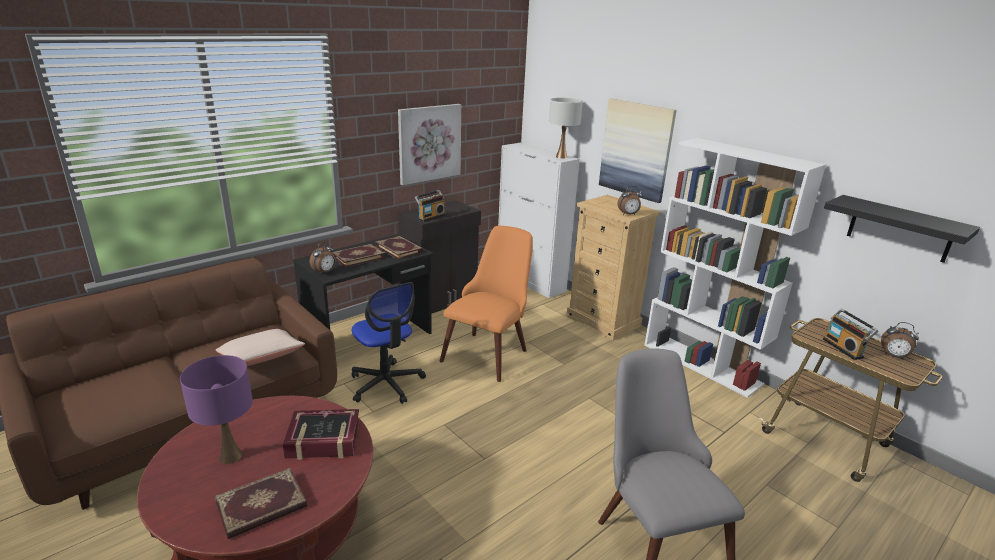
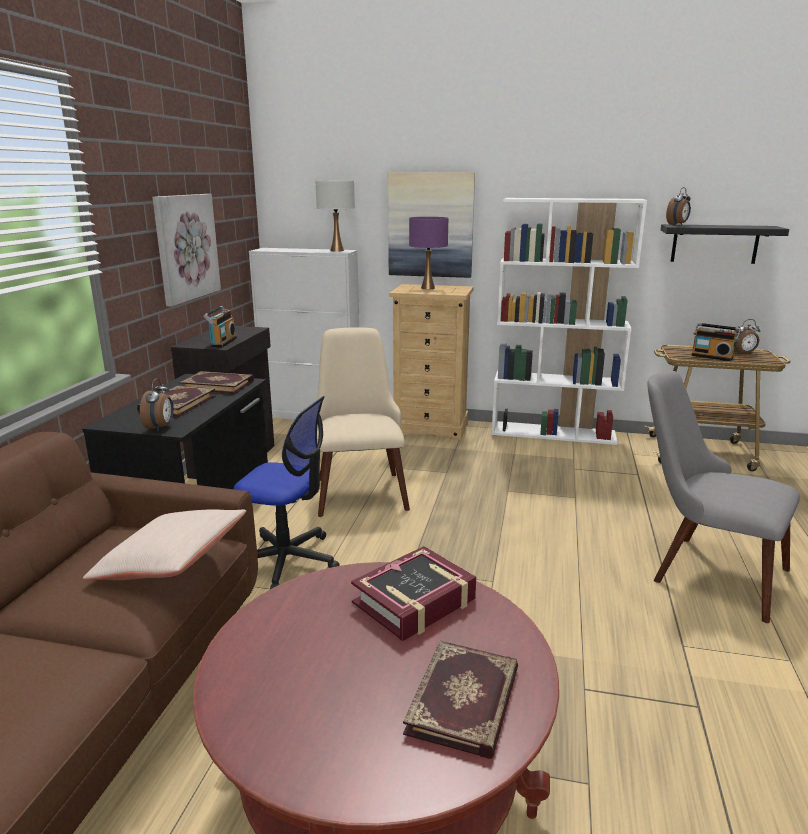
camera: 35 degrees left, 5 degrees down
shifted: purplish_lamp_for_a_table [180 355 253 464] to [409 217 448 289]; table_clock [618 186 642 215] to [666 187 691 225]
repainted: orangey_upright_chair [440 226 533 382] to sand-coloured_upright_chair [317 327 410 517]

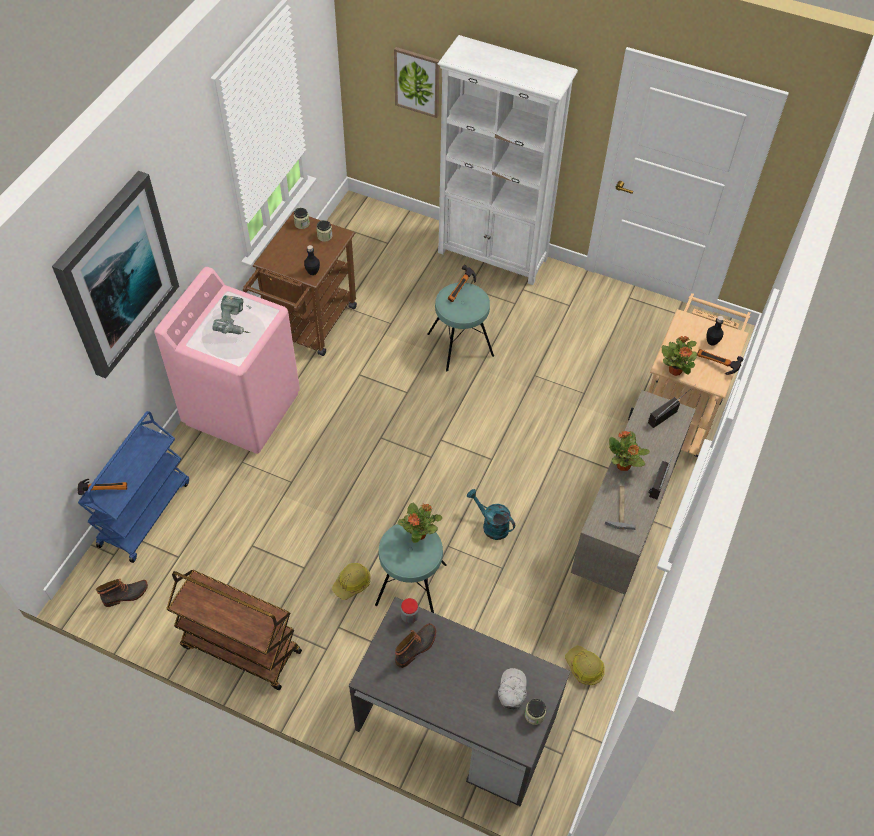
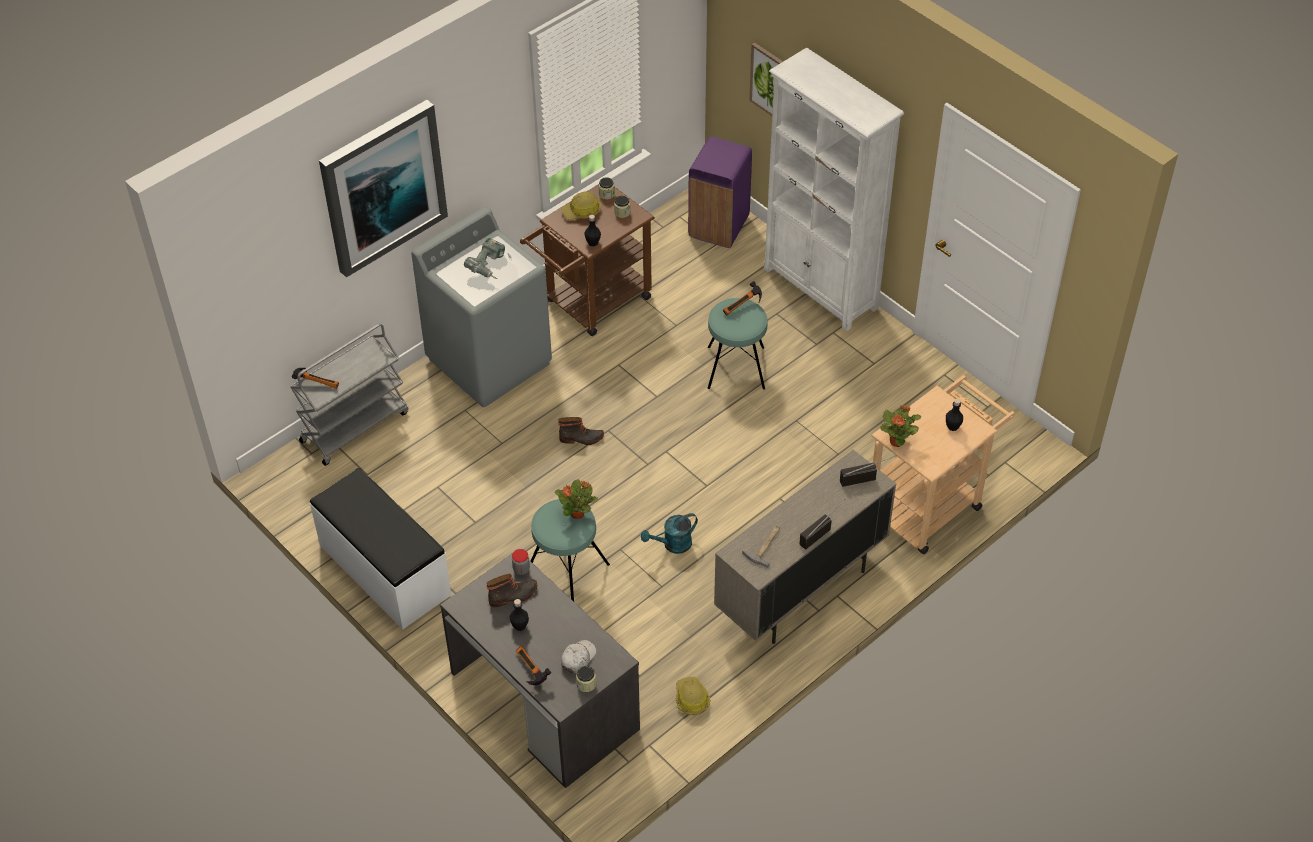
camera: 25 degrees right, 5 degrees down
gone: plant_in_a_pot [609 431 650 471]
new: black_bottle [510 599 529 631]; purplish_waste_bin [688 137 752 248]
shifted: tall_boot [96 579 148 607] to [558 417 604 445]; work_helmet [332 563 370 600] to [562 191 601 220]; hammer [697 349 744 375] to [516 646 551 685]
swapped: brown_wheeled_cart [166 570 302 690] to white_bench [310 468 451 629]
repainted: bluish_wheeled_cart [78 411 189 563] to gray_wheeled_cart [290 323 408 466]; pink_washing_machine [154 267 300 454] to gray_washing_machine [411 207 552 407]
rotated: turquoise-coloured_watering_can [467 489 515 540] = [641 513 698 554] 90 degrees counterclockwise

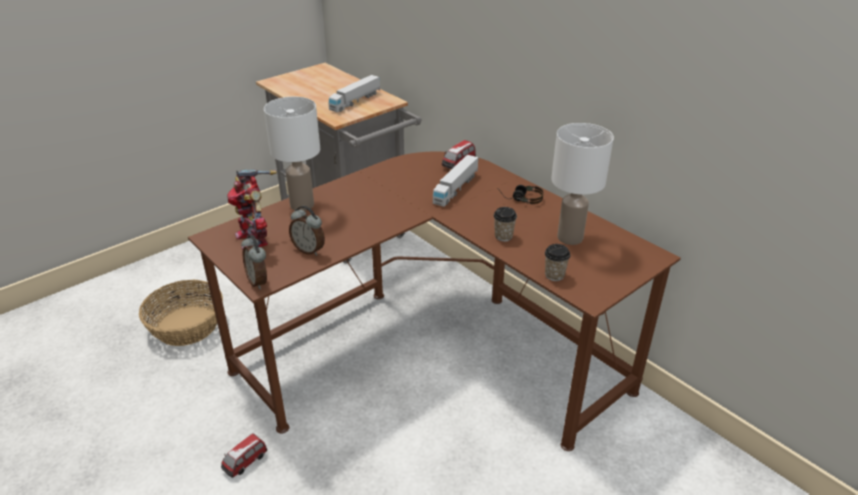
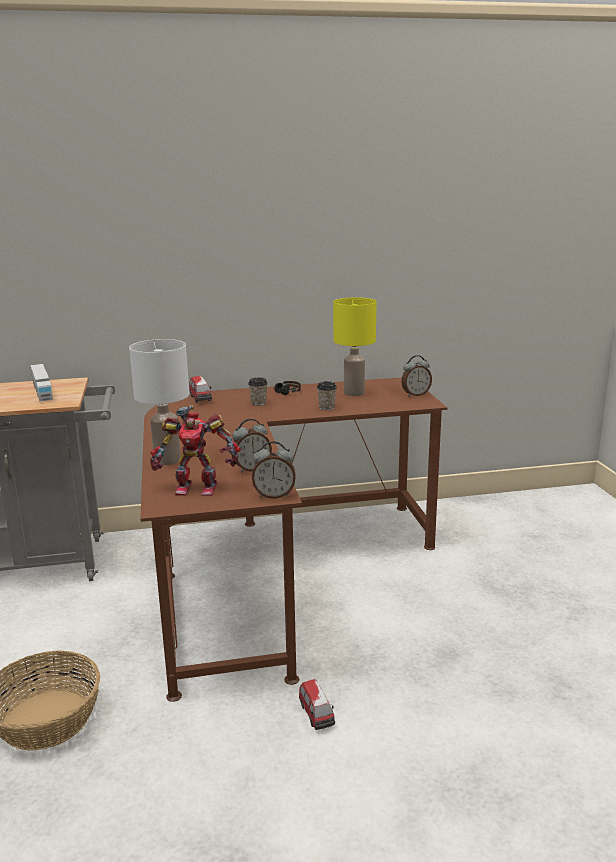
camera: 60 degrees left, 15 degrees down
gone: toy_lorry [433 155 478 207]
new: table_clock [401 355 432 397]
shifted: small_cup [545 244 570 281] to [248 377 268 406]
repainted: white_lamp_for_a_table [551 123 614 245] to yellow_lamp_for_a_table [333 297 376 396]

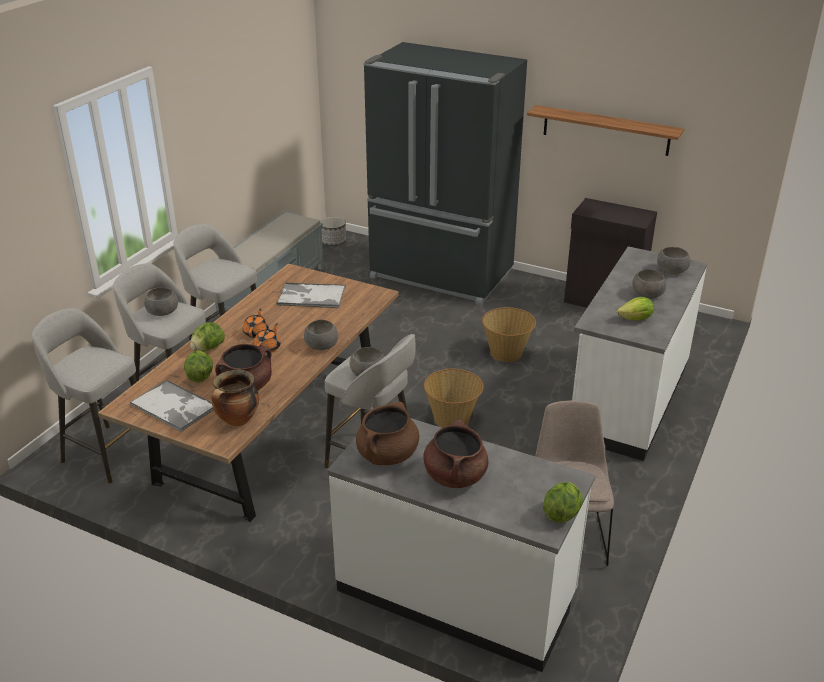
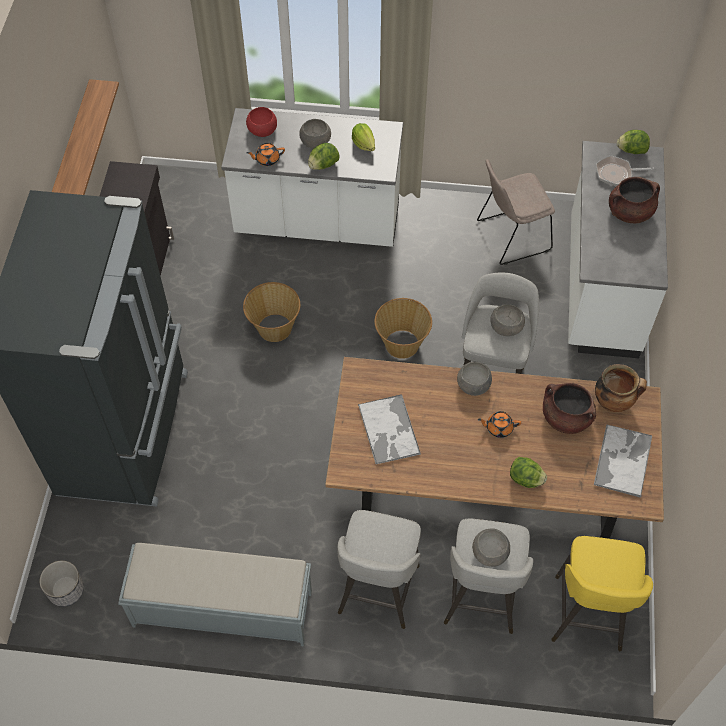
camera: 110 degrees left, 25 degrees up
gone: brown_stockpot [356 402 419 465]
new: pan [596 155 654 186]
shifted: head_of_lettuce [184 351 213 383] to [308 143 340 170]; orangey_tea_pot [243 309 269 338] to [247 143 285 166]
repainted: gray_sitting_stool [32 308 137 484] to yellow_sitting_stool [551 536 653 651]; gray_bowl [657 247 691 275] to red_bowl [246 107 277 137]

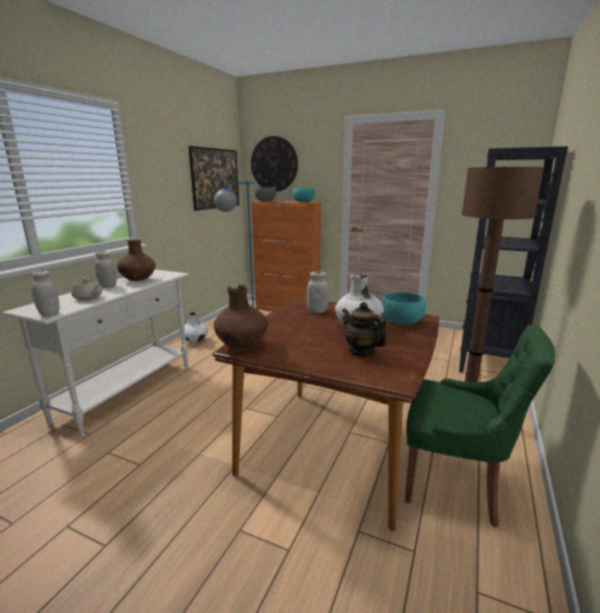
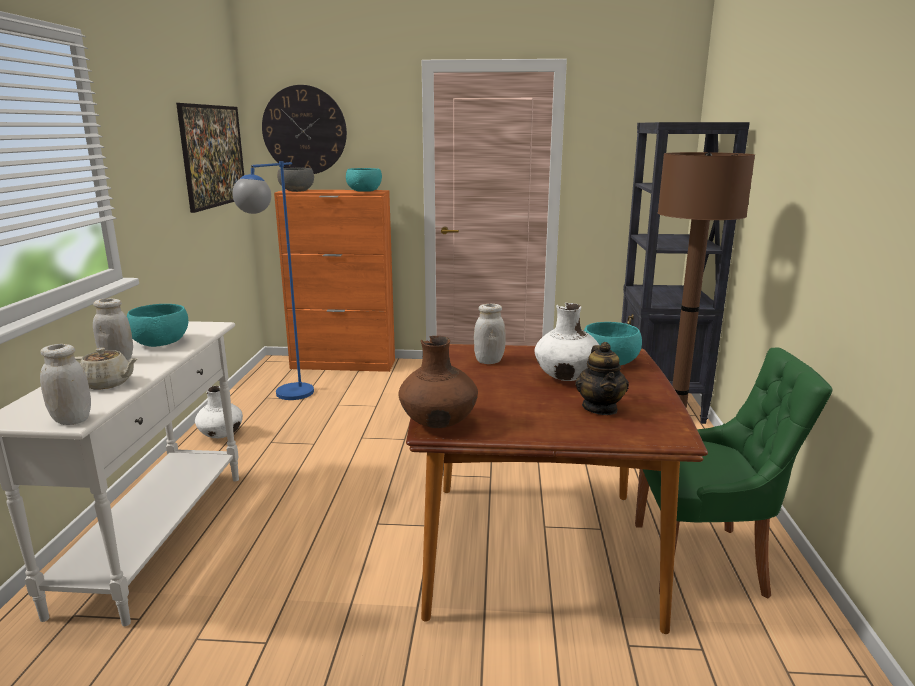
camera: 20 degrees left, 0 degrees up
swapped: brown_decorative_vase [117 240 156 281] to turquoise-coloured_bowl [127 304 188 347]
rotated: tea_pot [342 302 387 357] = [575 342 629 415] 120 degrees counterclockwise

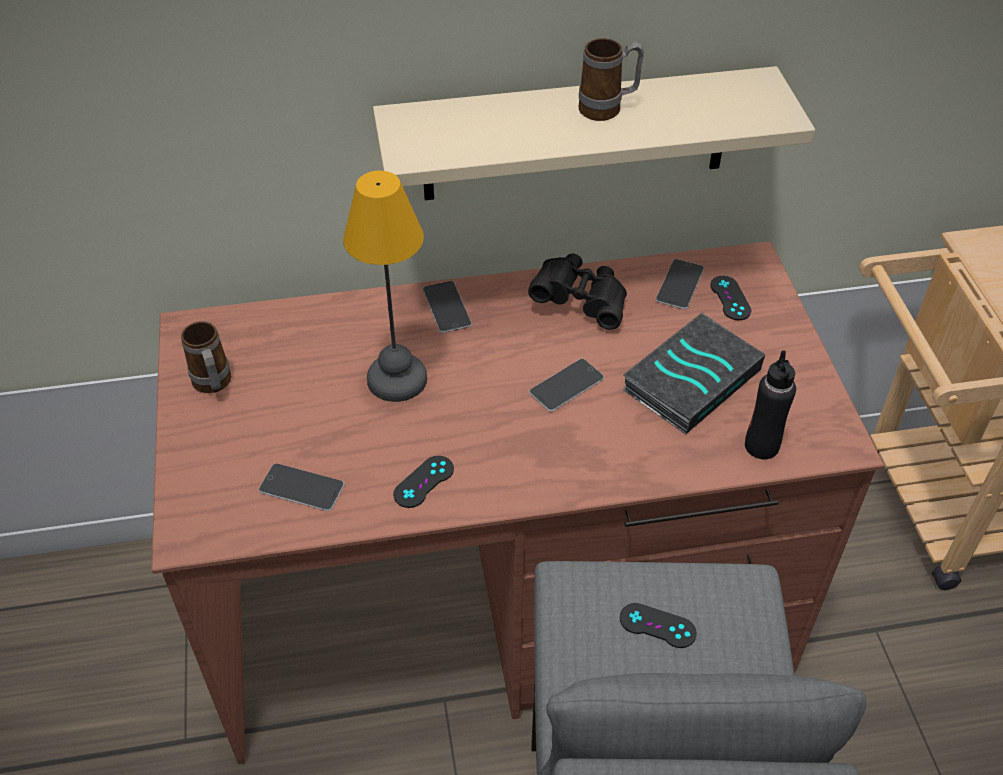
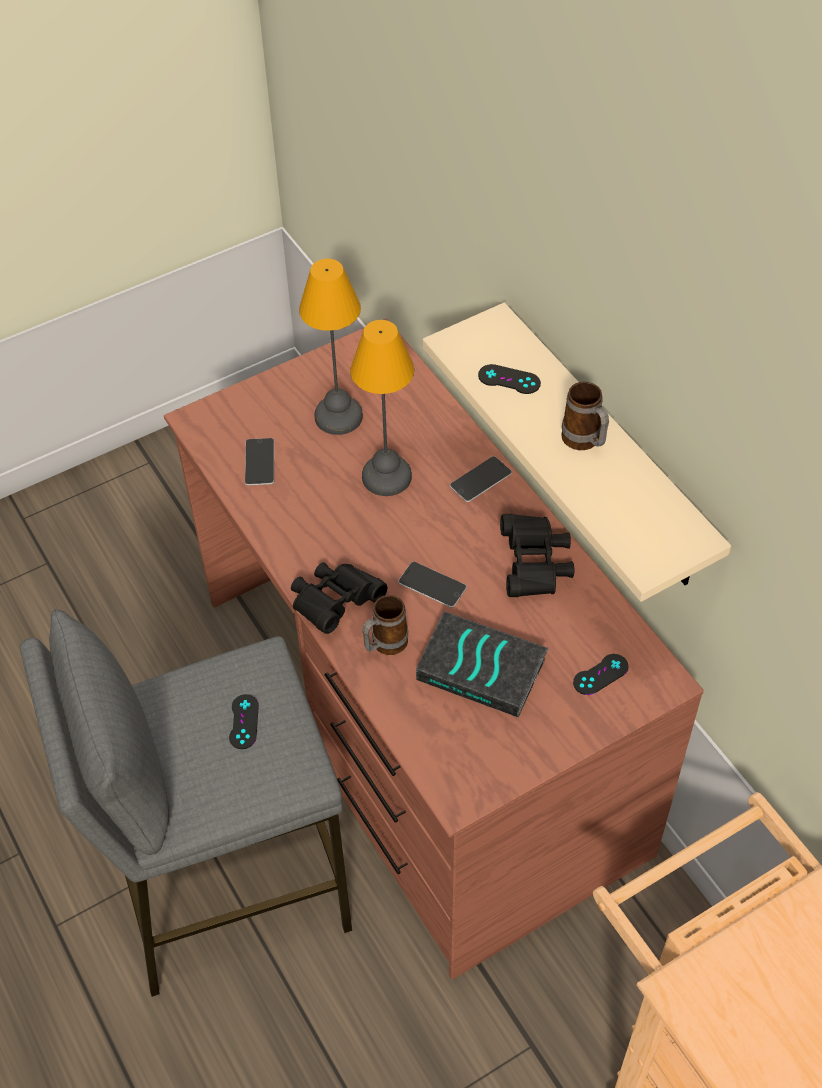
camera: 70 degrees right, 5 degrees up
gone: phone [656 259 704 309]; black_bottle [745 350 796 459]
new: black_field_glasses [291 562 387 634]; lamp_for_a_table [299 259 363 435]
shifted: coffee_mug [181 321 231 393] to [362 595 408 655]; black_game_controller [393 456 454 508] to [478 364 541 394]

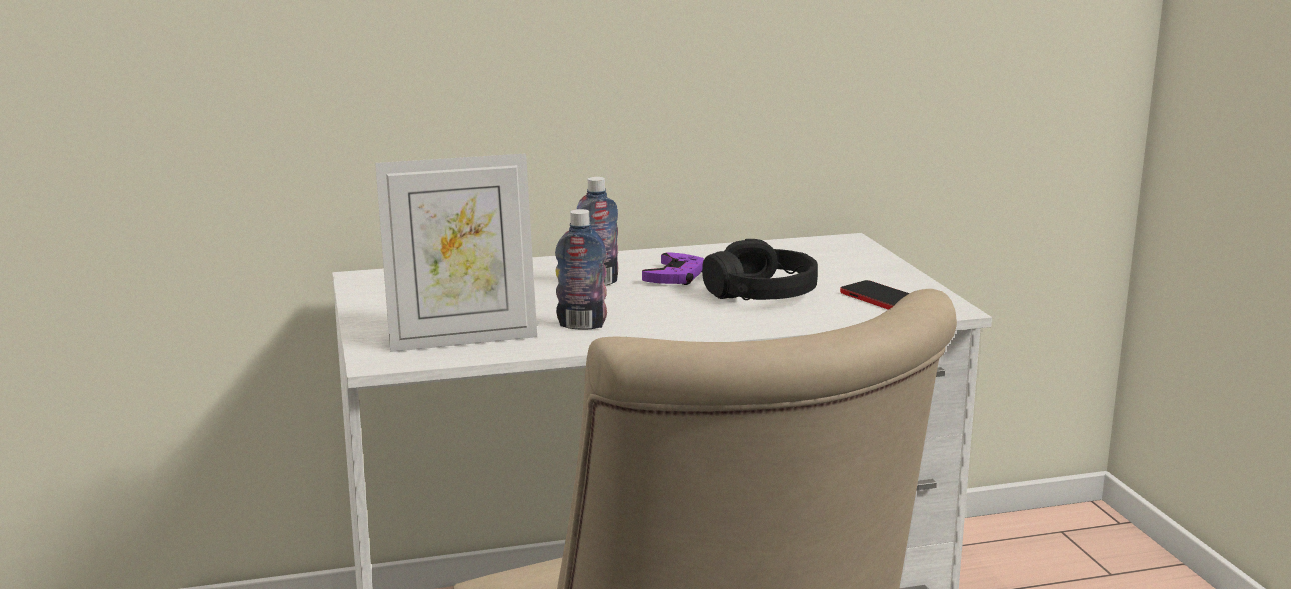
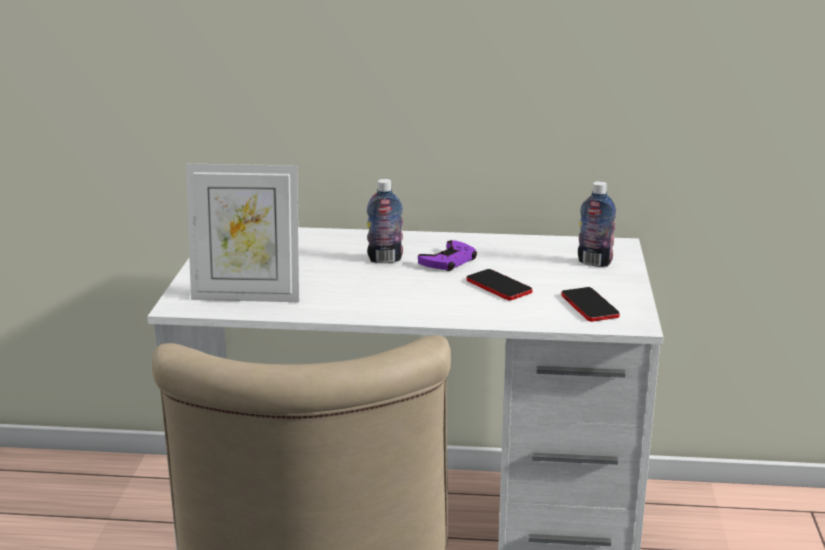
camera: 20 degrees right, 5 degrees up
shifted: bottle [555 209 607 329] to [578 181 616 267]
swapped: black_headset [702 239 818 300] to phone [467 269 532 301]

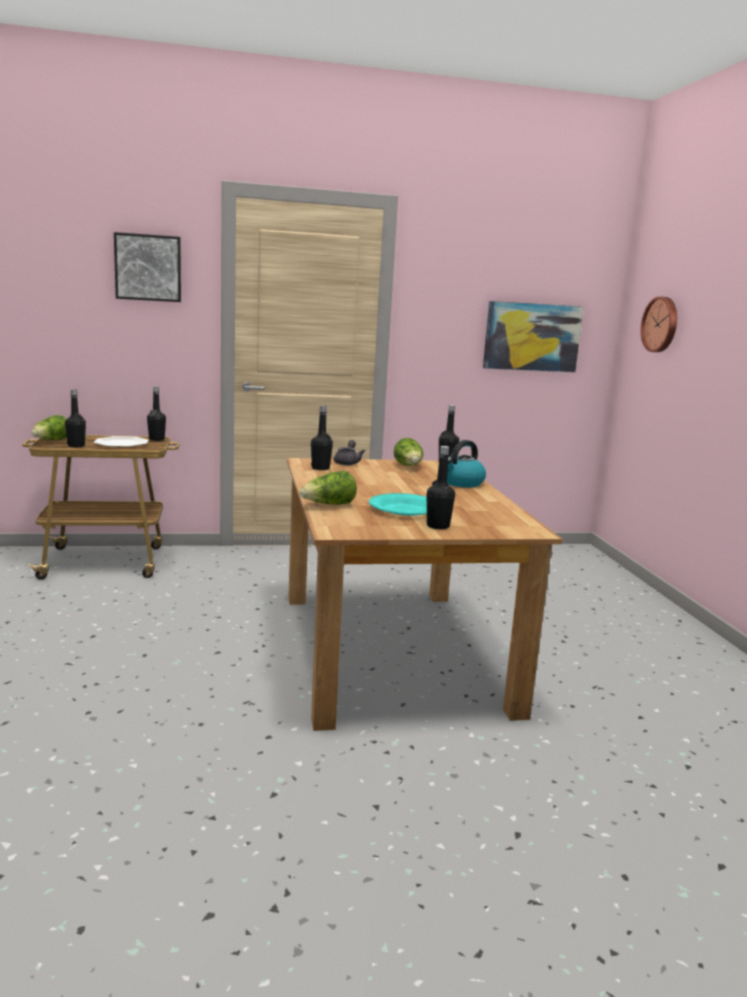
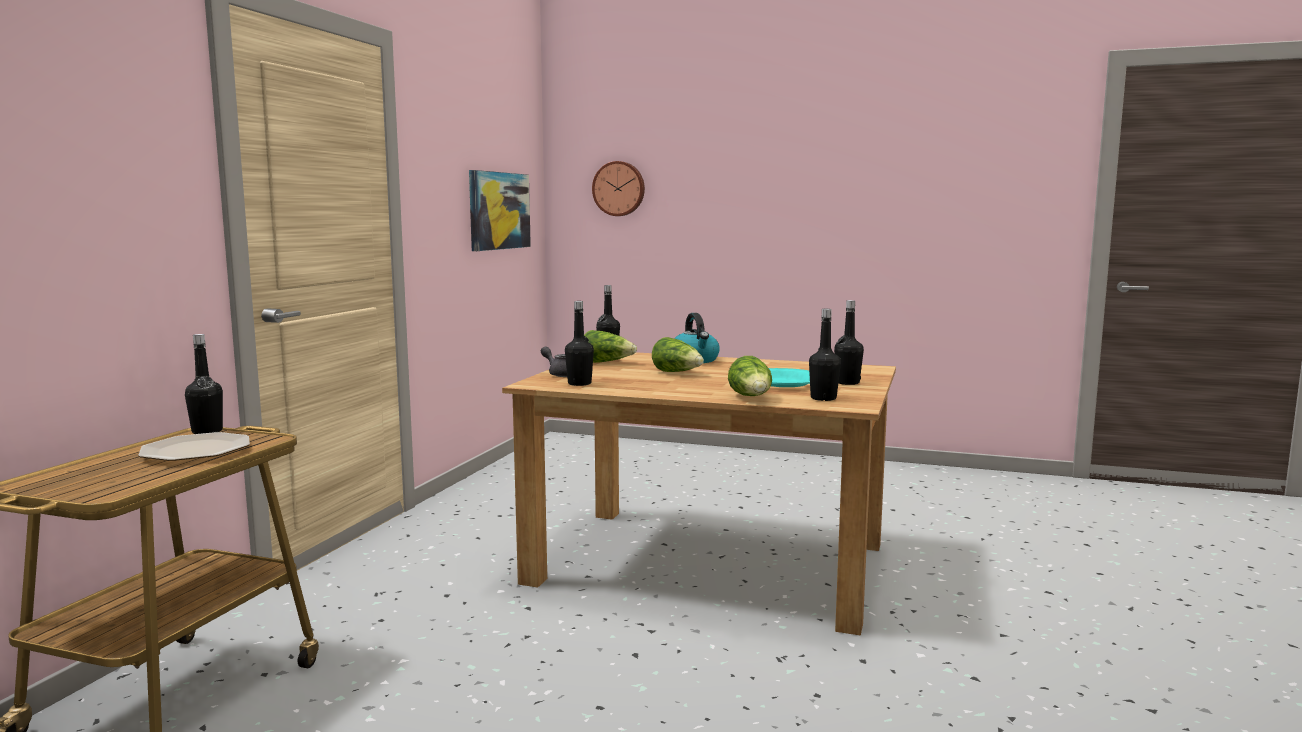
camera: 60 degrees left, 5 degrees down
gone: picture [114 232 181 302]
shifted: head_of_lettuce [31 415 67 440] to [652 337 704 372]; black_bottle [65 389 86 447] to [809 309 841 401]

